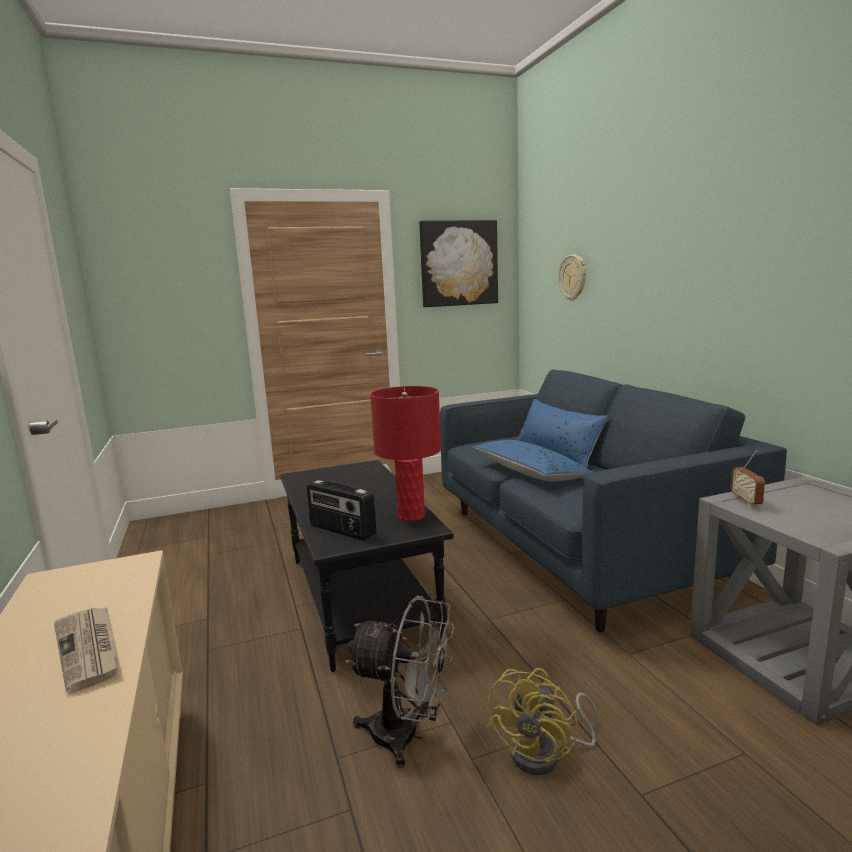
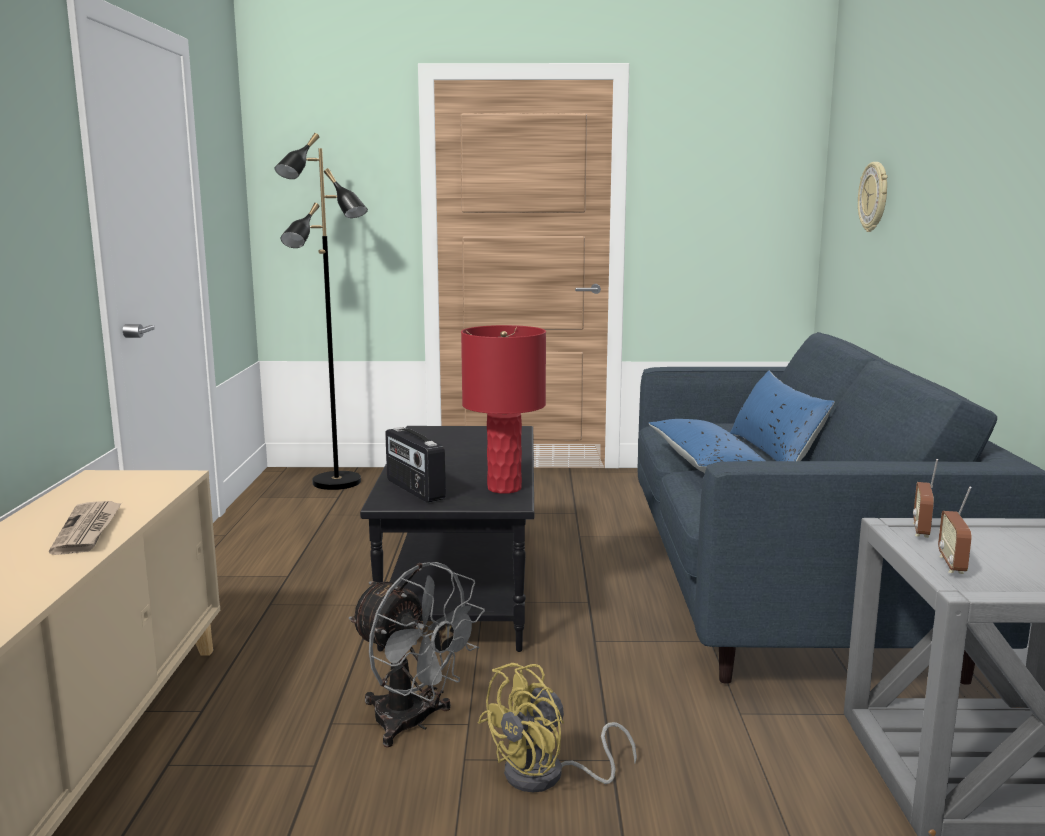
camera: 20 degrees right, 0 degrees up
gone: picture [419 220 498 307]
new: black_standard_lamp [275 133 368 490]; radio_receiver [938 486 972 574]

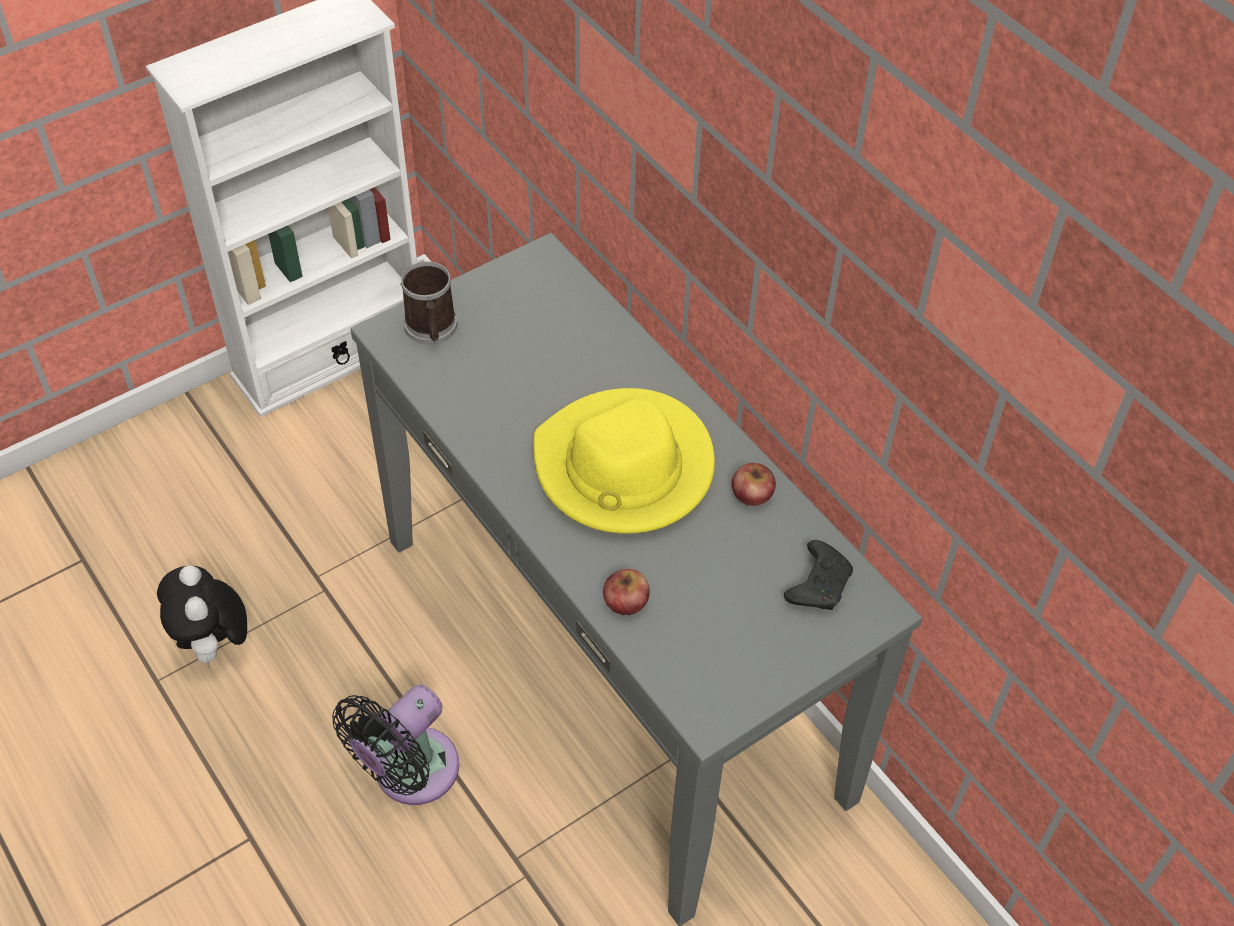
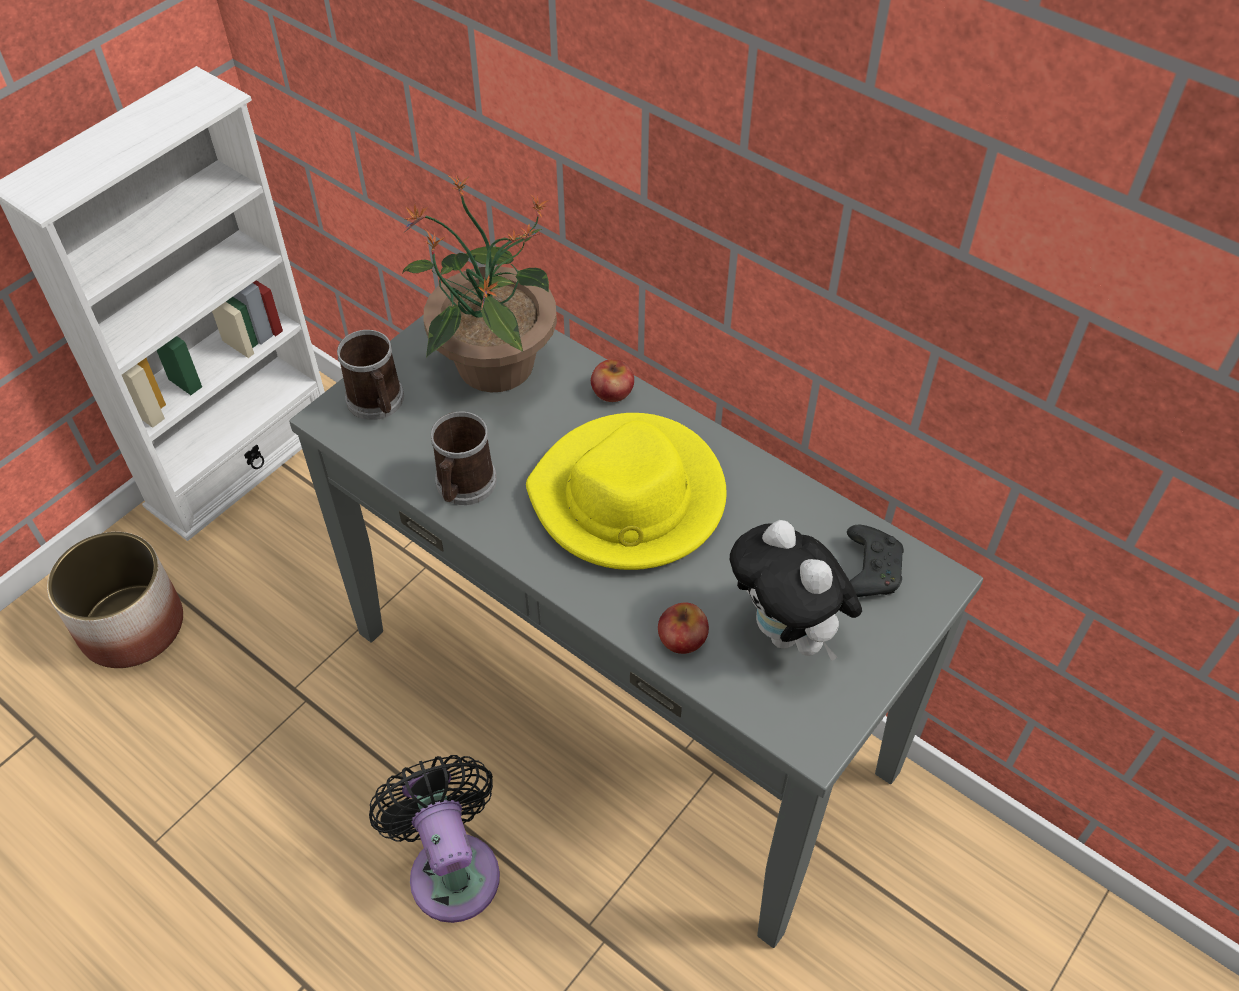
camera: 15 degrees left, 0 degrees up
new: flower_pot [47 532 183 668]; plant_in_a_pot [402 175 557 392]; coffee_mug [431 412 497 505]
shifted: plush_toy [157 565 247 668] to [730 520 862 661]; apple [731 463 776 506] to [591 359 634 402]
rotated: black_cooling_fan [332 685 460 805] = [369 755 500 923] 135 degrees clockwise

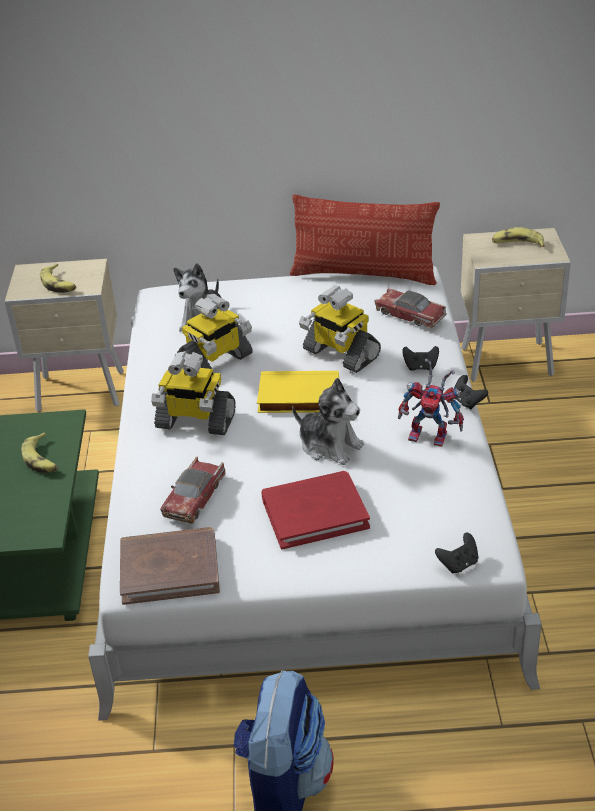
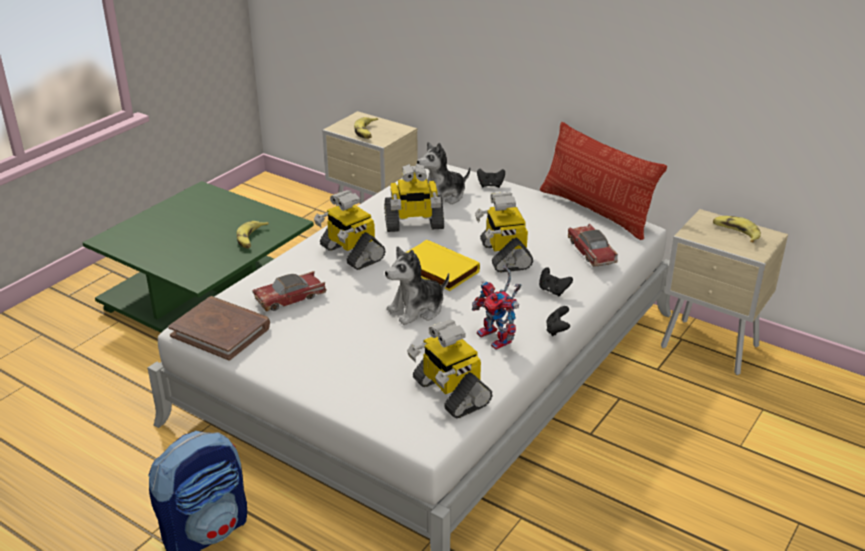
camera: 35 degrees right, 5 degrees down
gone: red_bound_book [262 471 370 549]
new: robot_figure [407 319 493 419]
shifted: black_game_controller [435 533 478 574] to [477 169 505 188]
rotated: plush_toy [292 378 364 465] = [385 246 449 325] 75 degrees clockwise

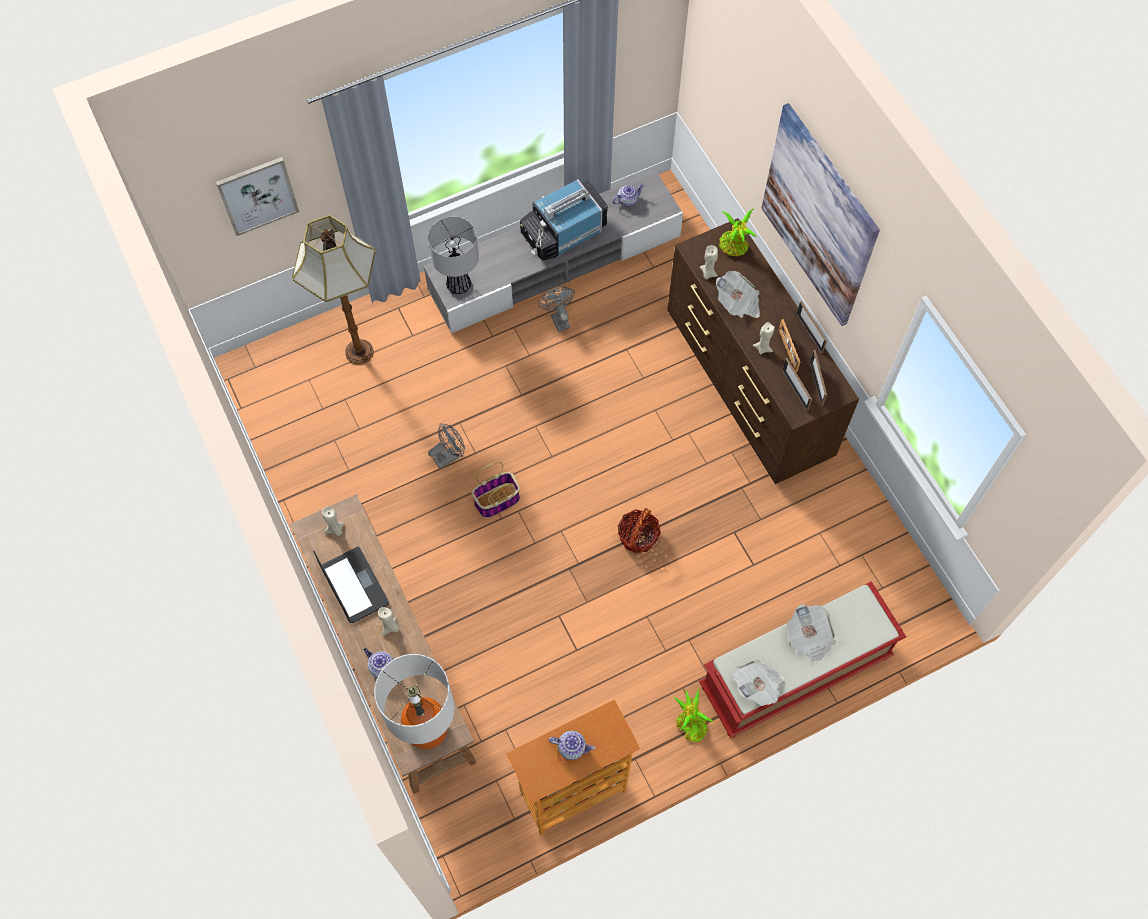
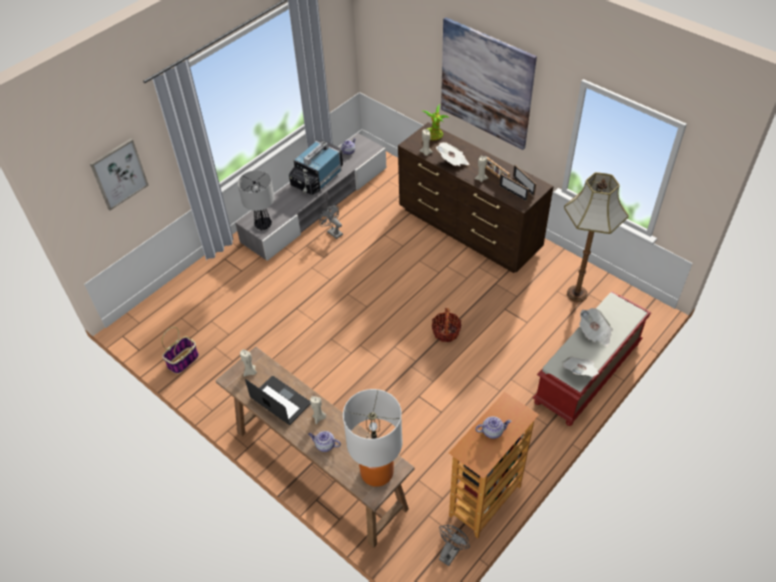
camera: 20 degrees left, 15 degrees down
gone: plant_in_a_pot [673 689 715 742]; standing_frame [796 301 827 353]
shifted: standard_lamp [292 215 376 365] to [564 172 629 302]; gray_cooling_fan [428 423 465 469] to [439 525 470 566]; basket [472 462 520 518] to [162 327 199 374]

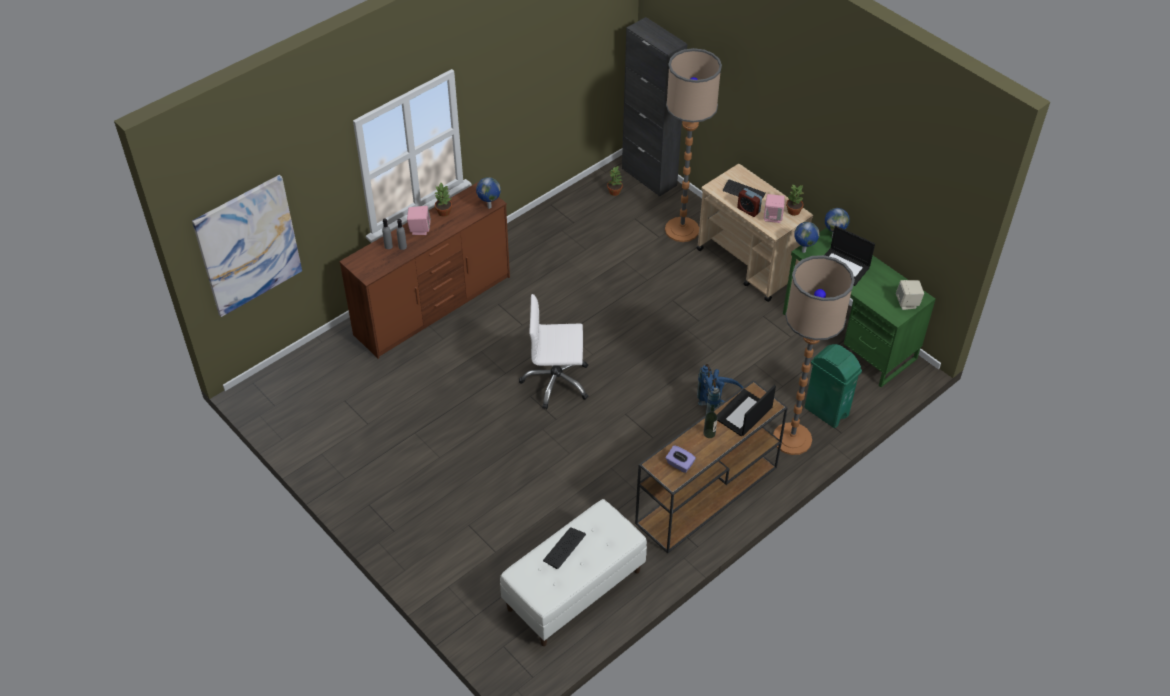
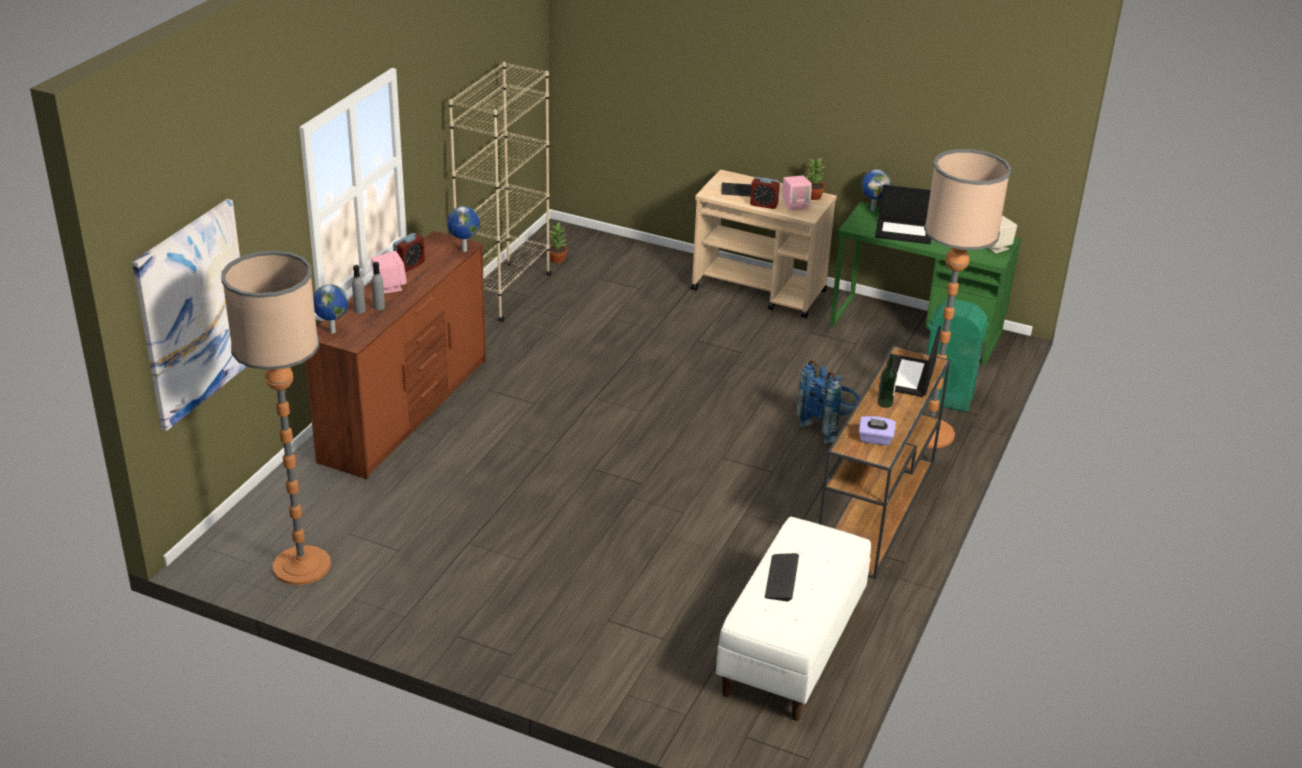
camera: 25 degrees left, 15 degrees down
gone: white_desk_chair [519 294 588 409]; black_cabinet [622 17 687 197]
new: sand-coloured_bookshelf [449 62 552 322]
shifted: standard_lamp [665 48 722 242] to [221 251 331 585]; desk_globe [794 222 819 253] to [313 284 348 334]
swapped: plant_in_a_pot [434 183 452 217] to table_clock [393 233 425 272]

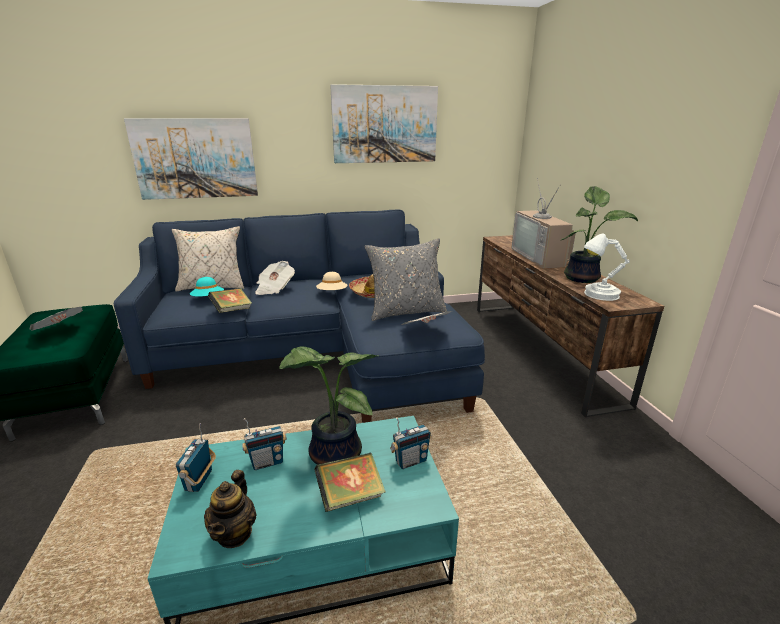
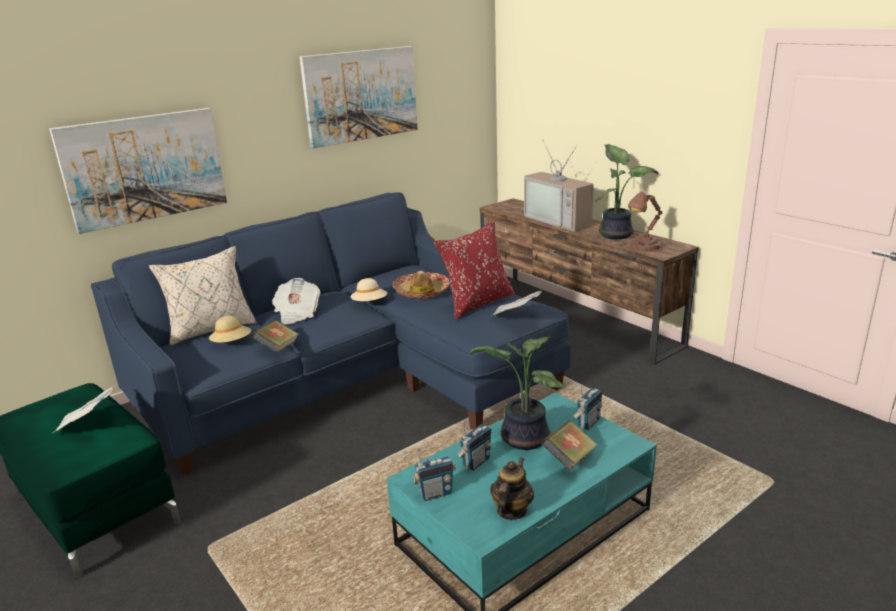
camera: 25 degrees left, 0 degrees up
repainted: turquoise-coloured_hat [190 277 224 296] to sand-coloured_hat [209 315 251 343]; gray_pillow [365 238 447 321] to red_pillow [433 220 515 319]; white_lamp_for_a_table [584 234 630 301] to brown_lamp_for_a_table [628 191 662 252]
rotated: radio_receiver [176 424 216 492] = [413 448 456 501] 90 degrees counterclockwise; tea_pot [204 470 257 548] = [490 457 534 520] 135 degrees counterclockwise

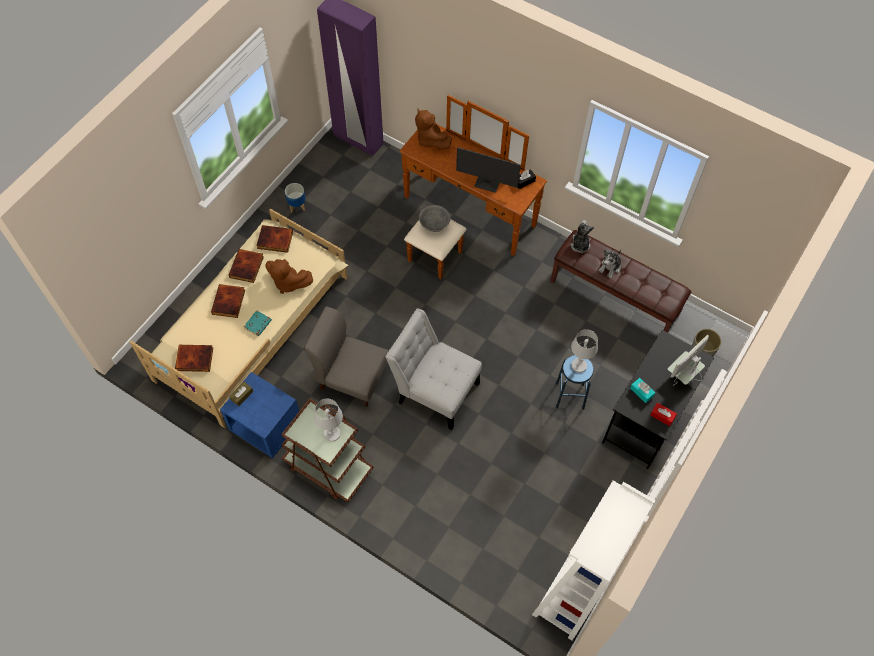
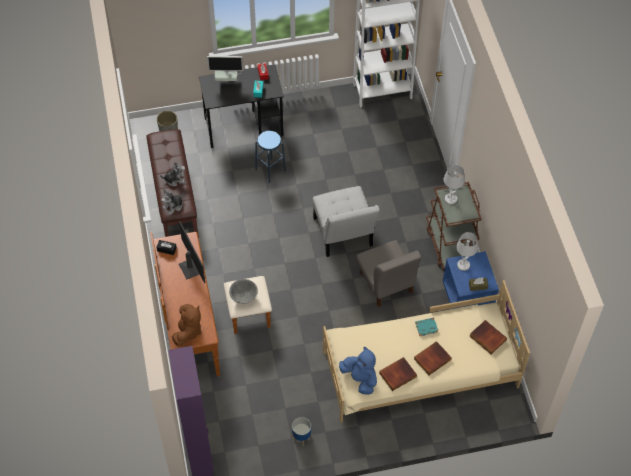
camera: 135 degrees left, 5 degrees down
gone: brown_plush_toy [265 259 313 294]
shifted: white_lamp_for_a_table [571 329 598 373] to [456 232 478 271]
swapped: bound_book [256 225 293 253] to bluish_plush_toy [339 346 377 395]

